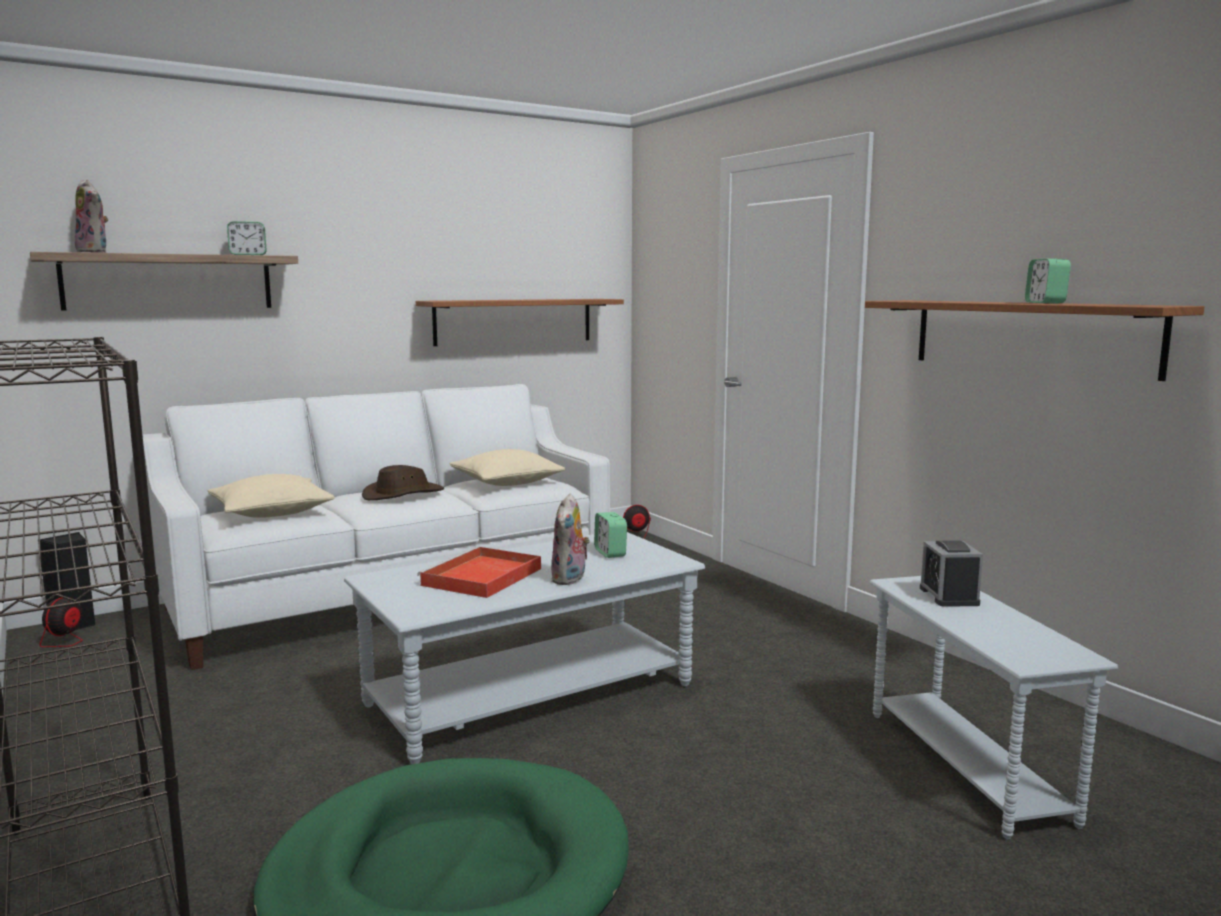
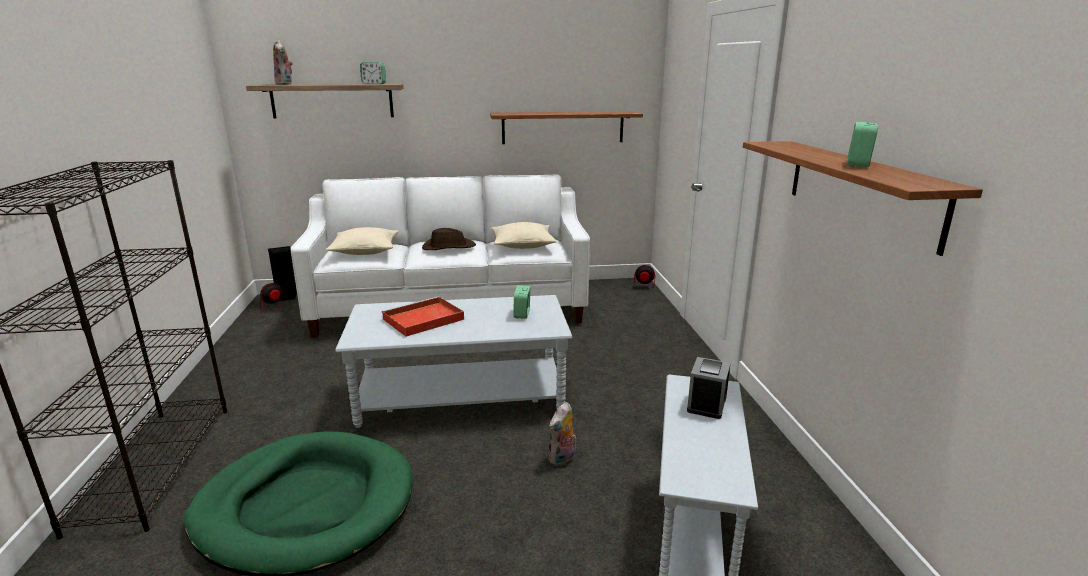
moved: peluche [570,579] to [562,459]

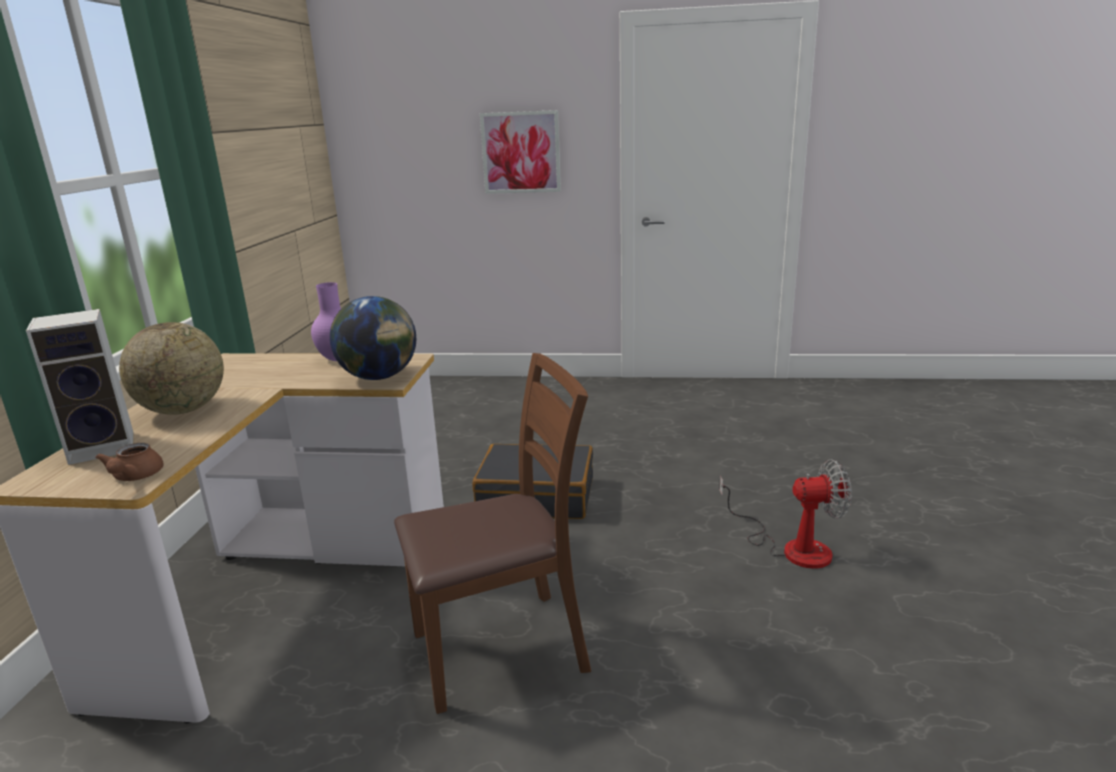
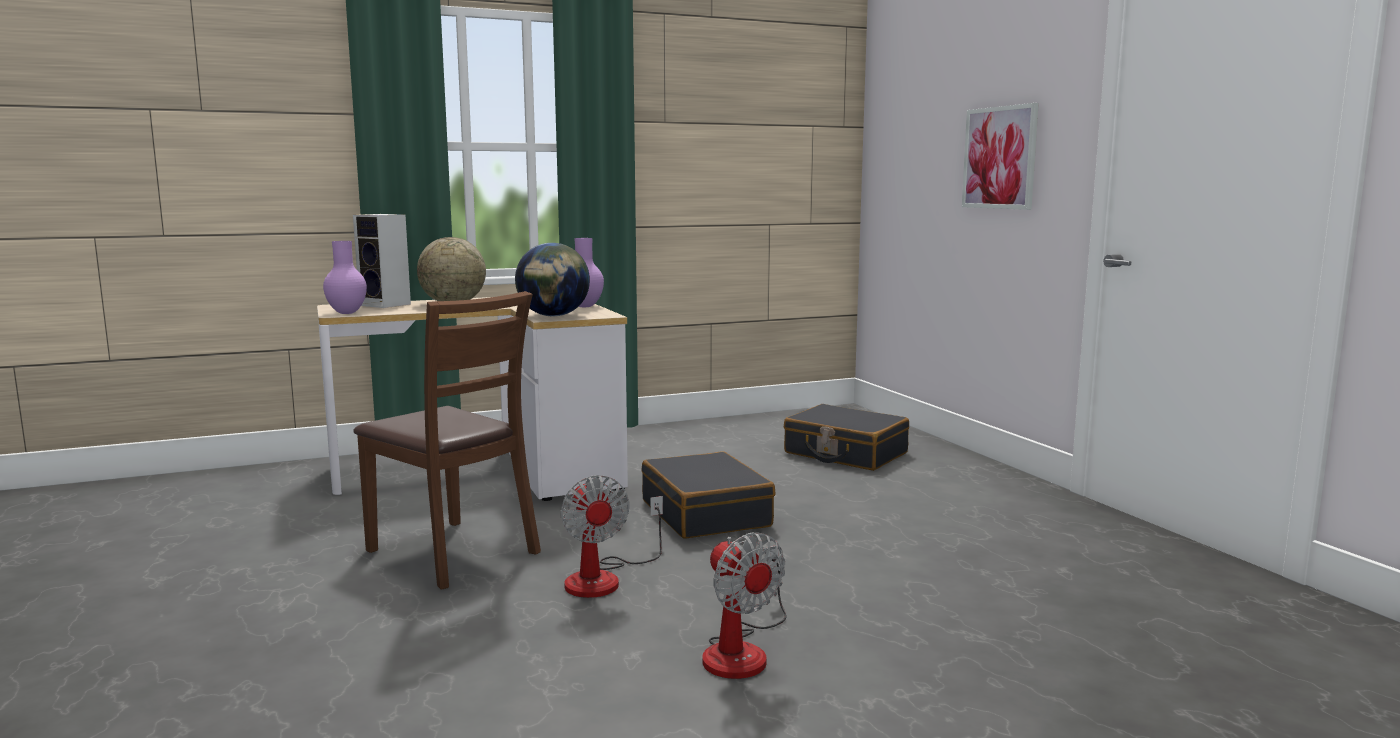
added: ventilador [604,578]; maleta/negro [845,453]
replaced: tetera/marrón [134,477] to florero/morado [346,313]

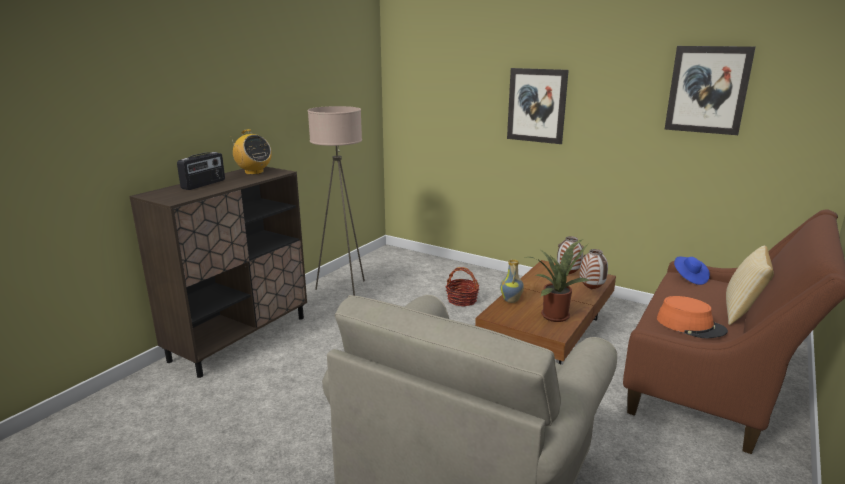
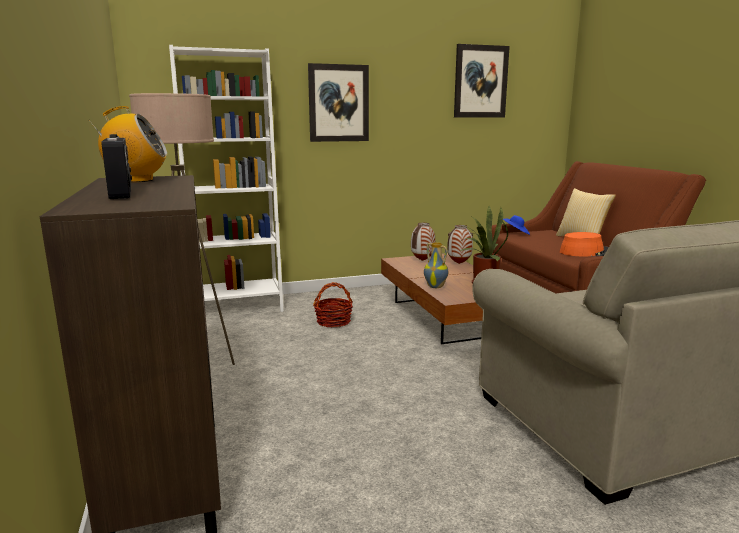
added: estantería/blanco [237,307]

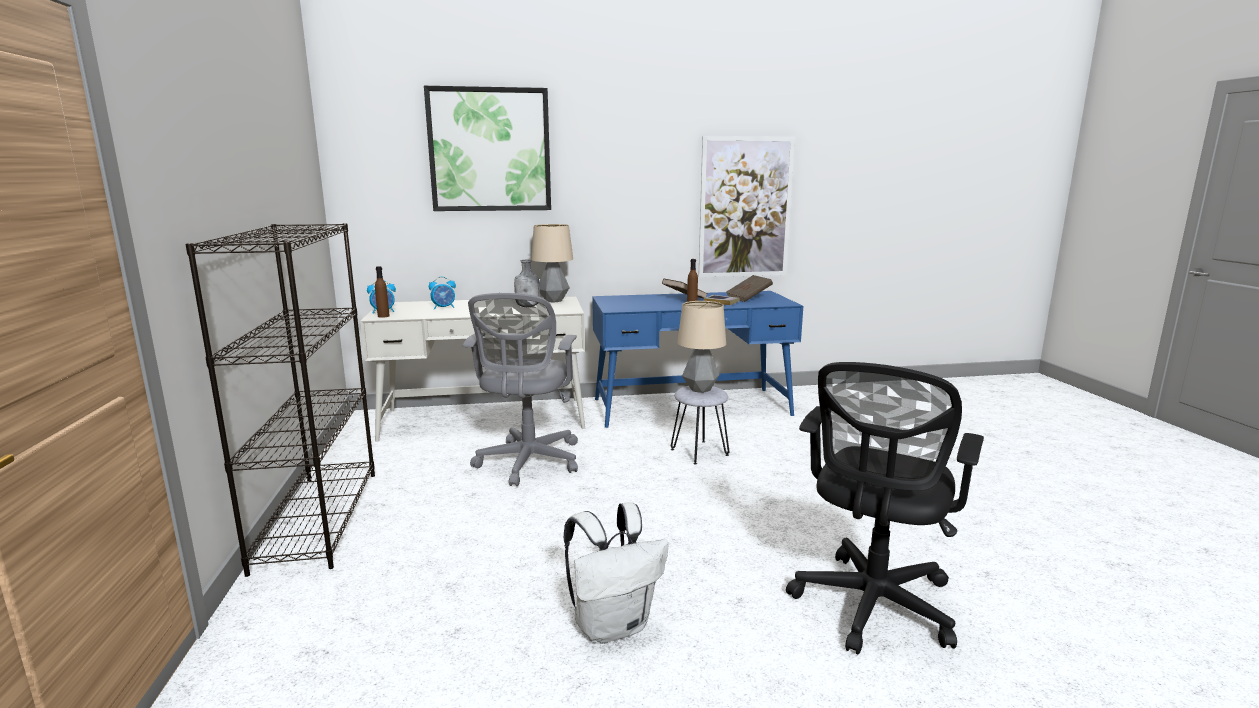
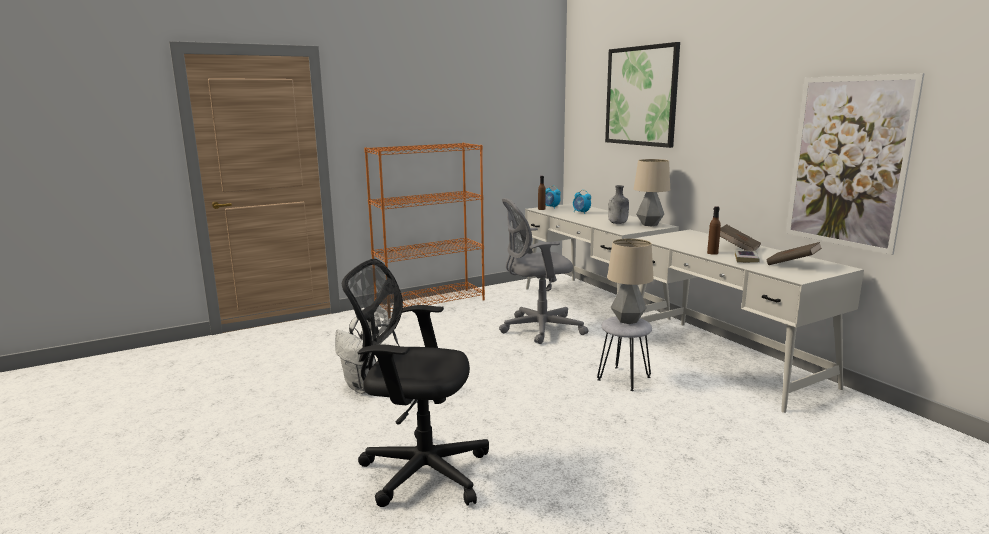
recoloured: estantería/negro [318,518] to estantería/naranja [431,303]; escritorio/azul [691,407] to escritorio/blanco [725,361]

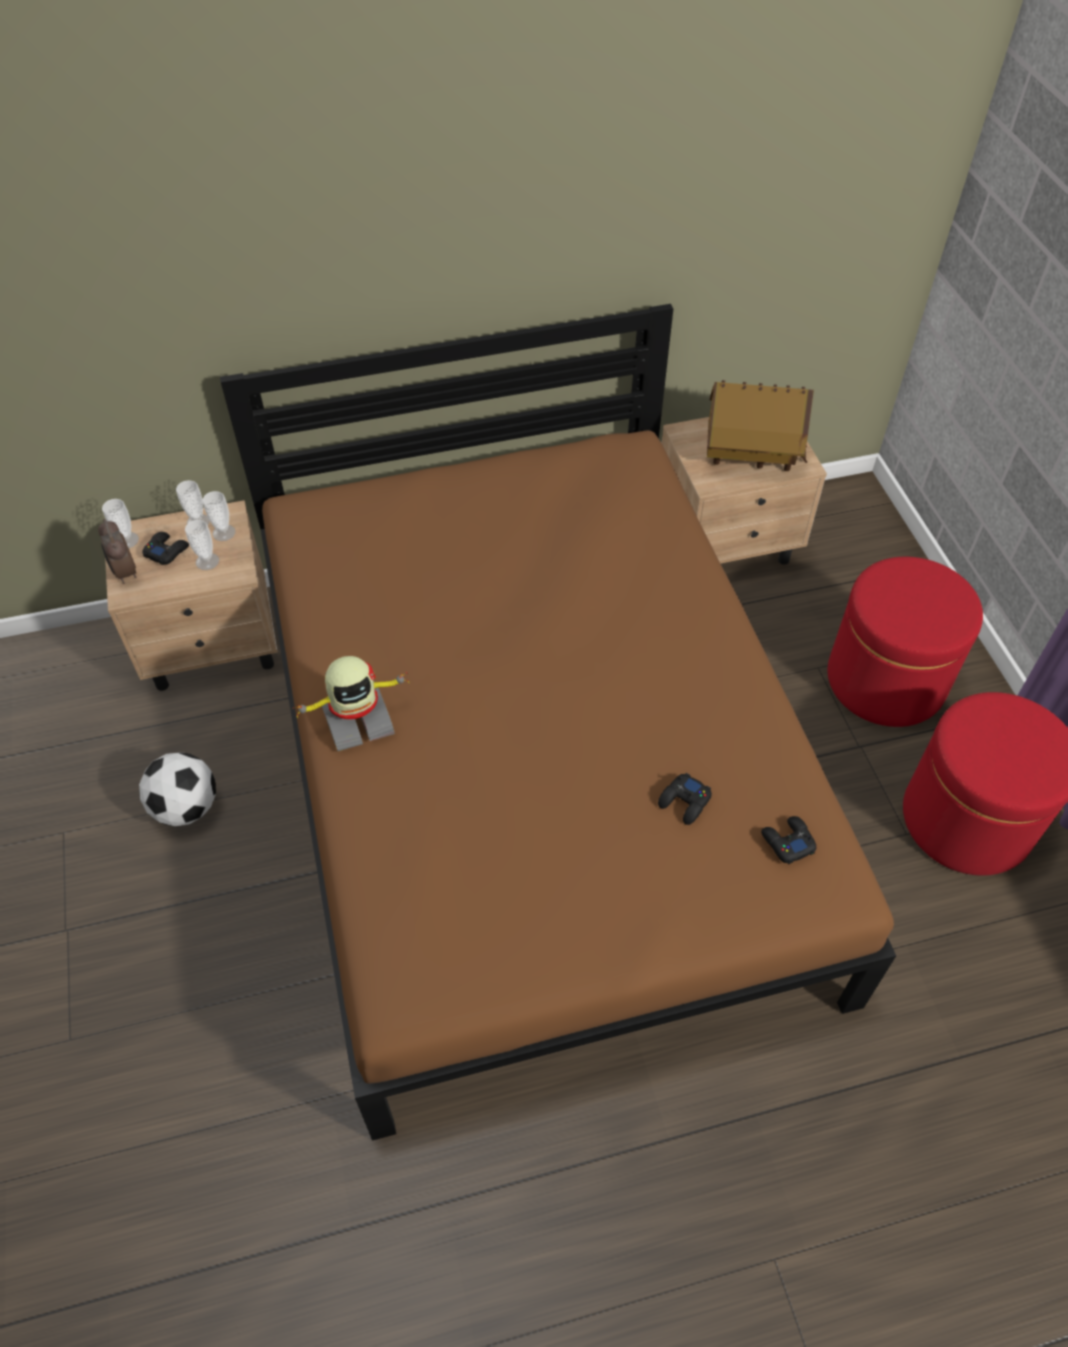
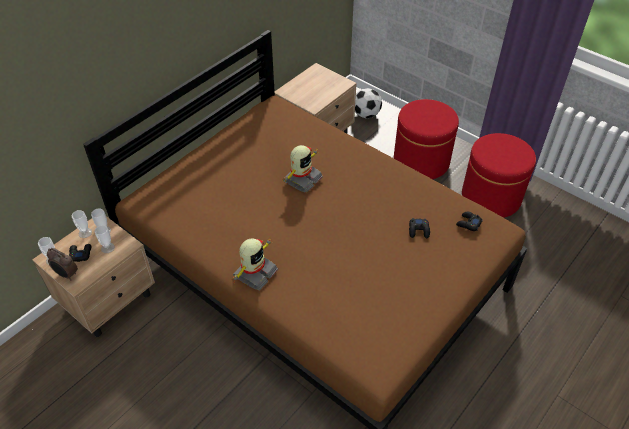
removed: casita [751,457]
added: robot de juguete [302,179]
moved: balón de fútbol [186,807] to [366,114]

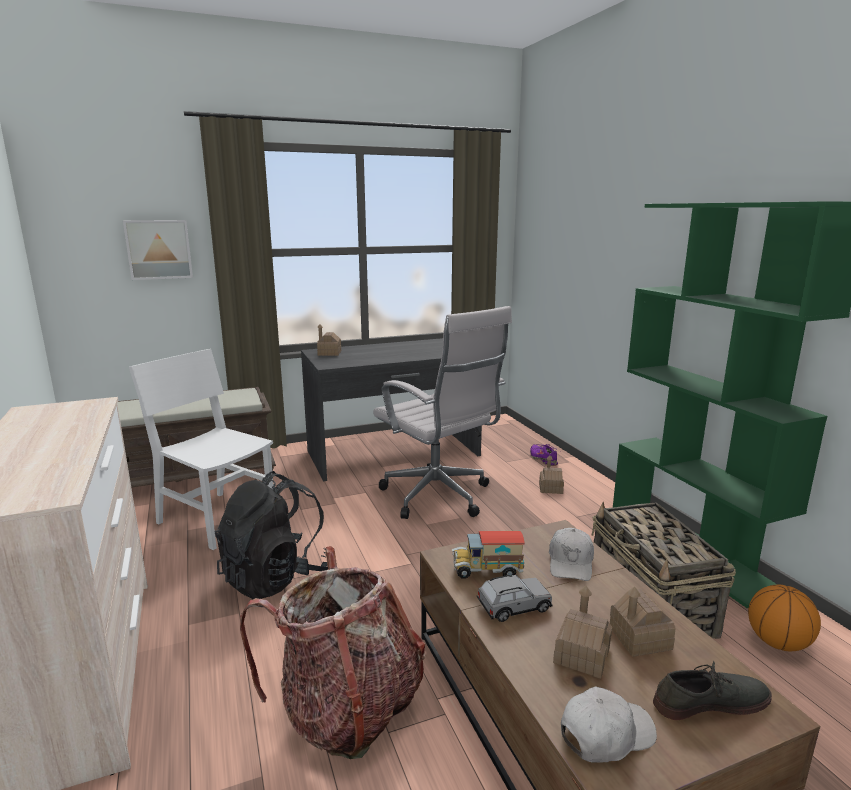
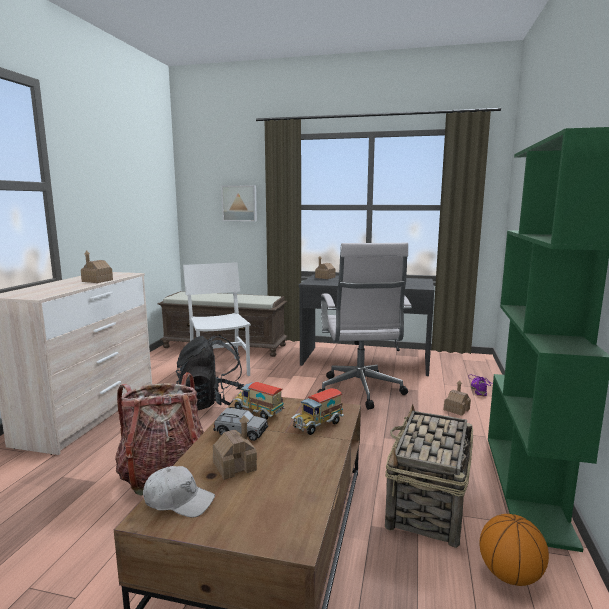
removed: zapato/gris [710,701]
moved: casita [639,638] to [97,281]
replaced: gorra/blanco [571,562] to camión de juguete [317,425]

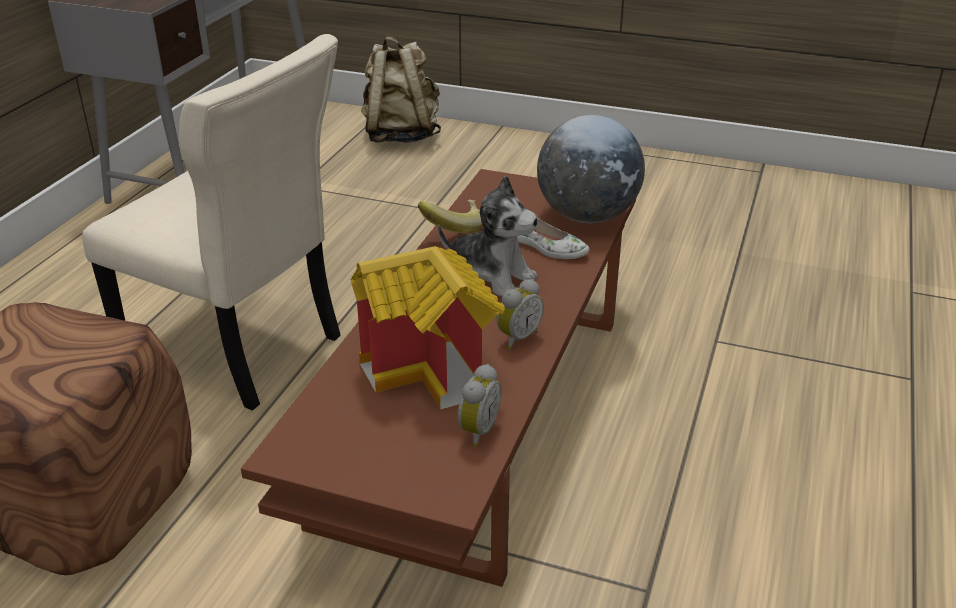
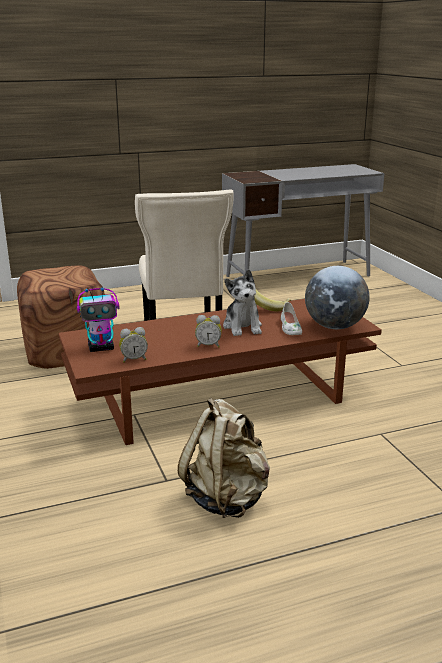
removed: casita [433,370]
added: robot de juguete [101,348]
moved: mochila/beis [401,136] to [227,498]

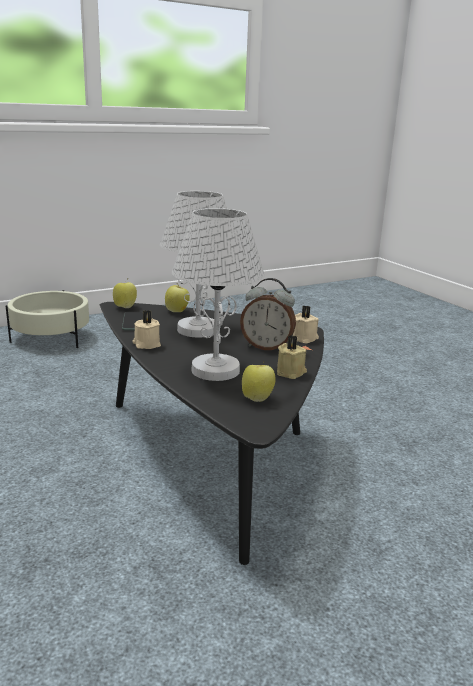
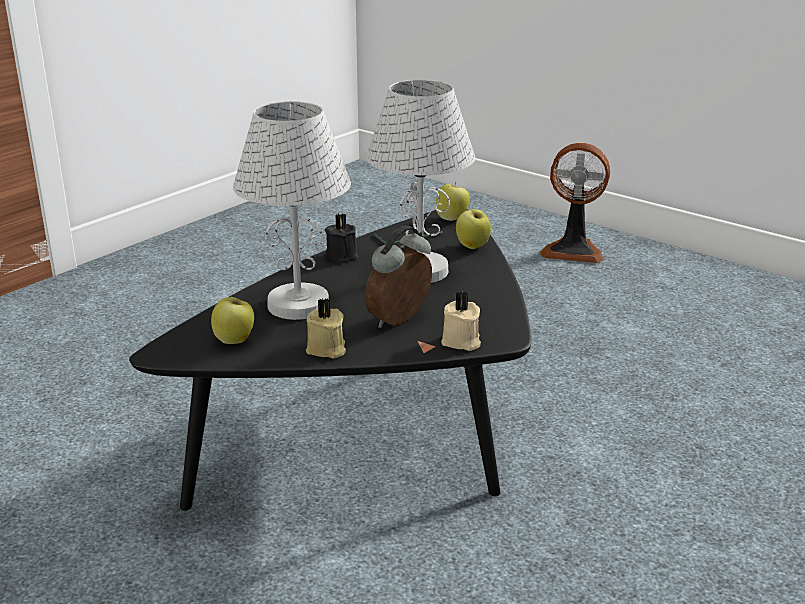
replaced: maceta/beis [51,338] to ventilador [573,250]
recoloured: vela/beis [146,344] to vela/negro [342,255]
turned: despertador [266,347] = [401,321] 45 degrees clockwise

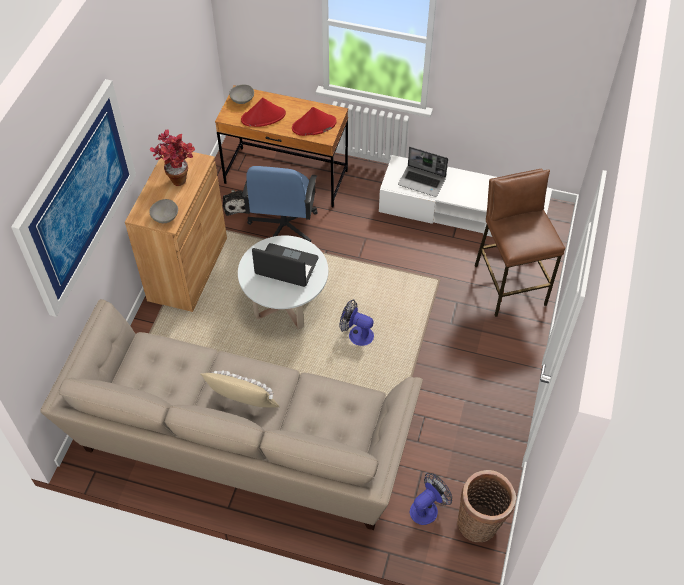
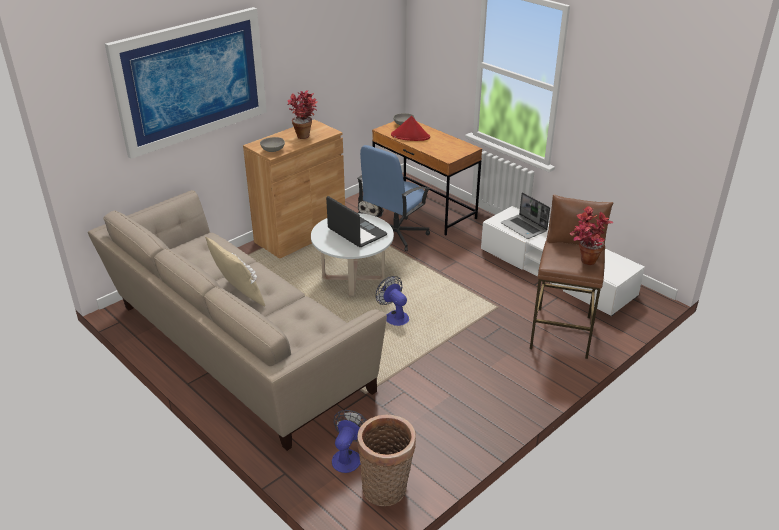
removed: sombrero/rojo [314,125]
added: planta en maceta [583,263]
turned: ventilador [427,508] = [348,456] 60 degrees counterclockwise

